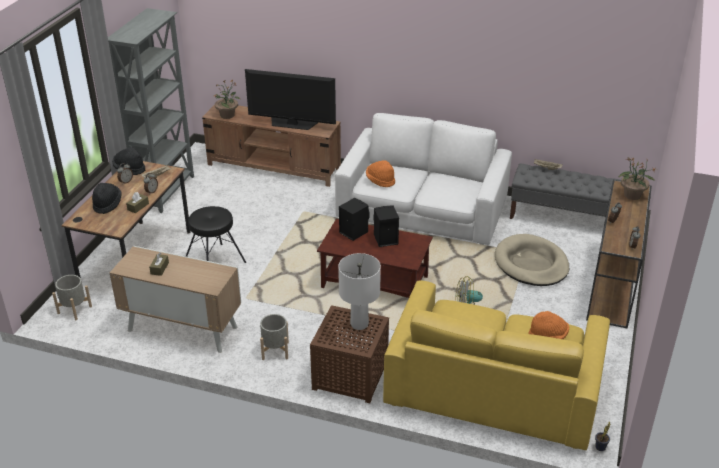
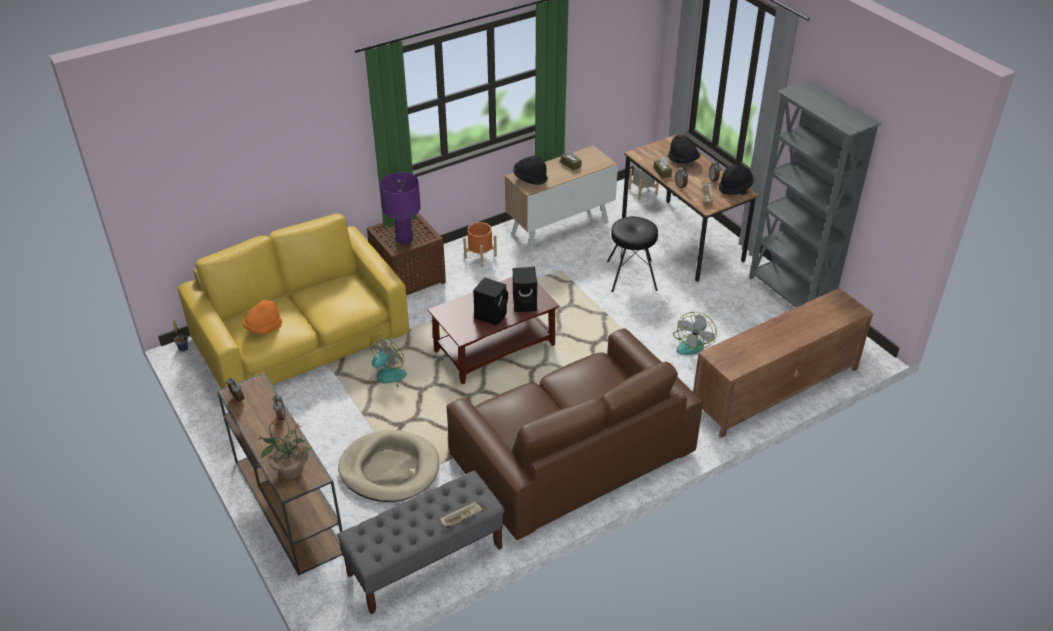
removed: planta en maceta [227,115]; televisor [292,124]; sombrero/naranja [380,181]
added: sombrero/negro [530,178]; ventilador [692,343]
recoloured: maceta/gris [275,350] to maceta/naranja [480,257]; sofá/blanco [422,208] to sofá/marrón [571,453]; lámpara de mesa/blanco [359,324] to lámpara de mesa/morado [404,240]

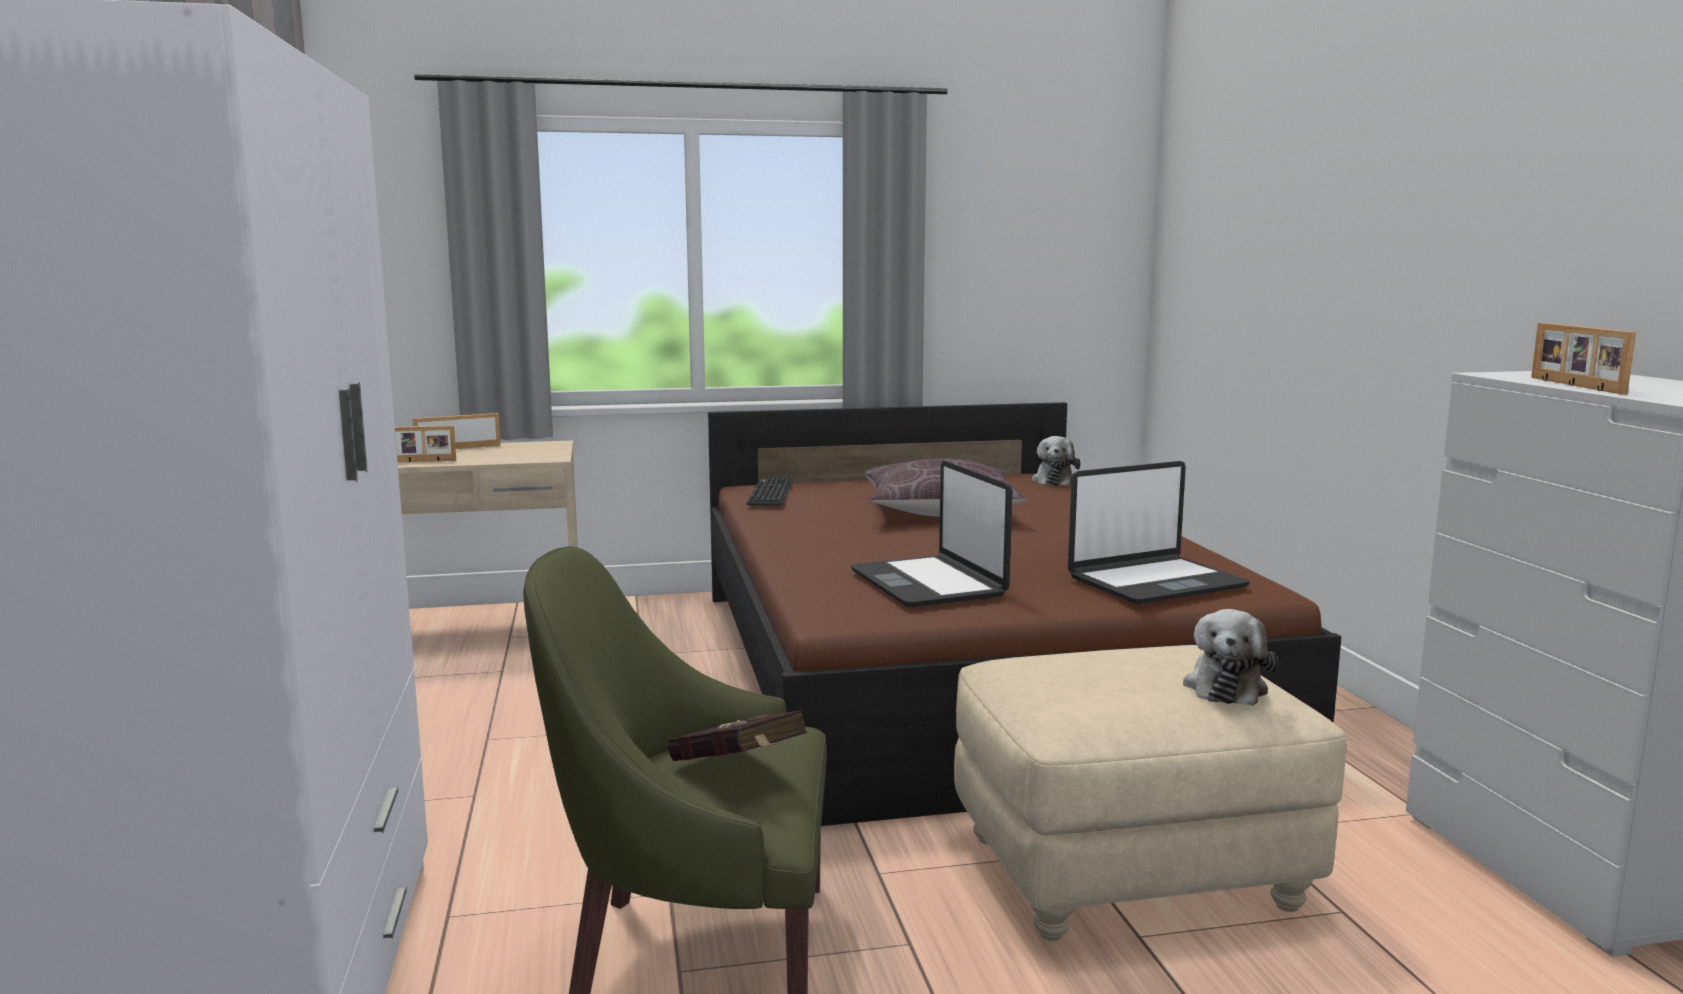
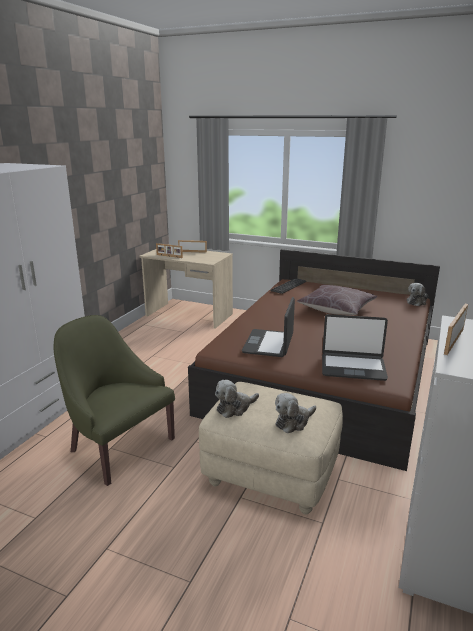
removed: libro/rojo [739,771]
added: peluche [235,408]

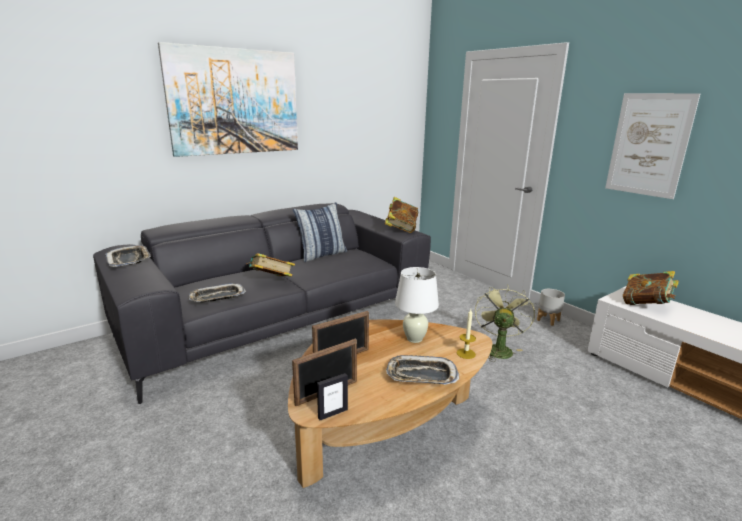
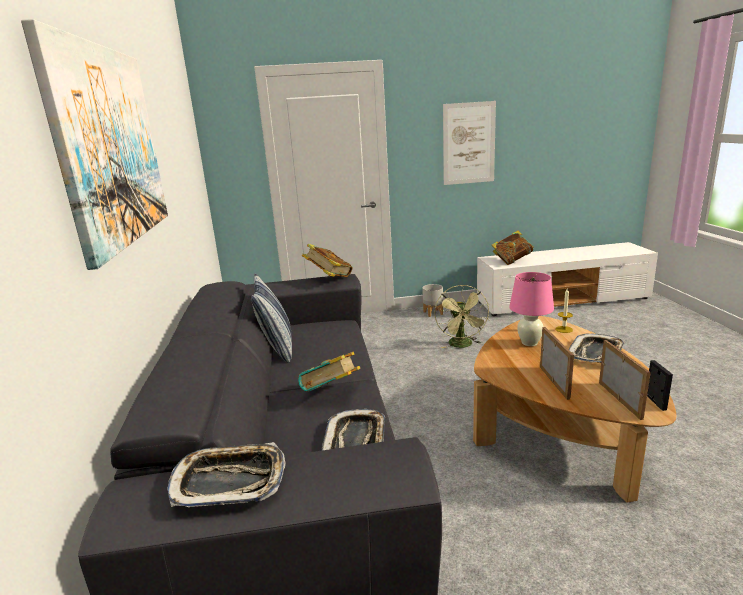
recoloured: lámpara de mesa/blanco [414,338] to lámpara de mesa/rosa [529,343]
turned: ventilador/verde [498,349] = [462,345] 135 degrees counterclockwise

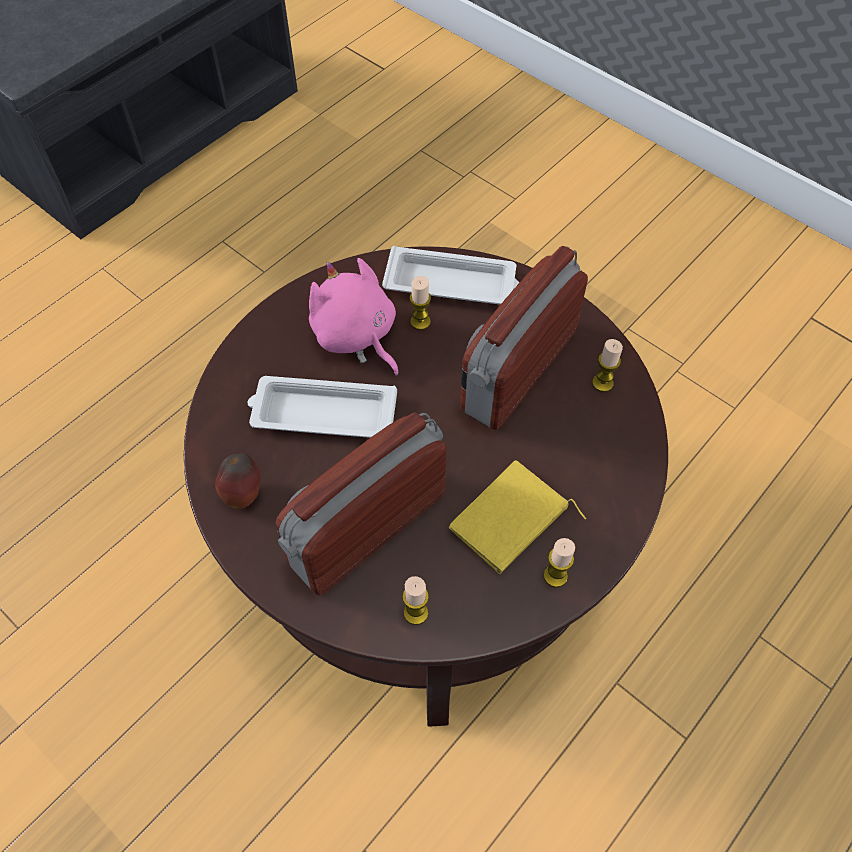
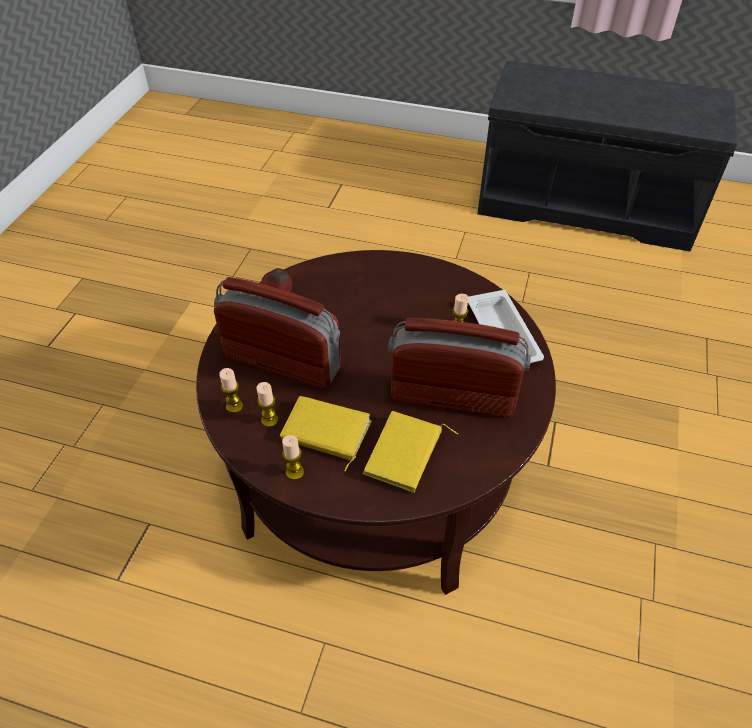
removed: bandeja/blanco [321,413]; peluche/rosa [356,336]
added: libro/amarillo [405,455]
moved: vela [602,383] to [269,420]

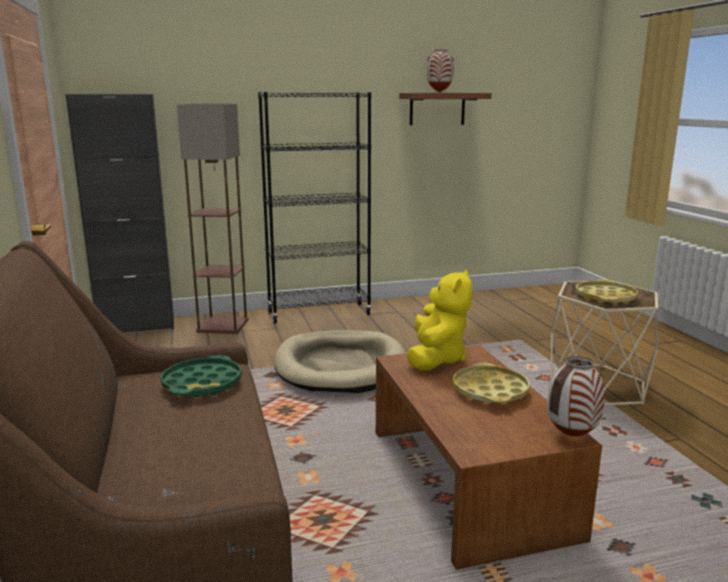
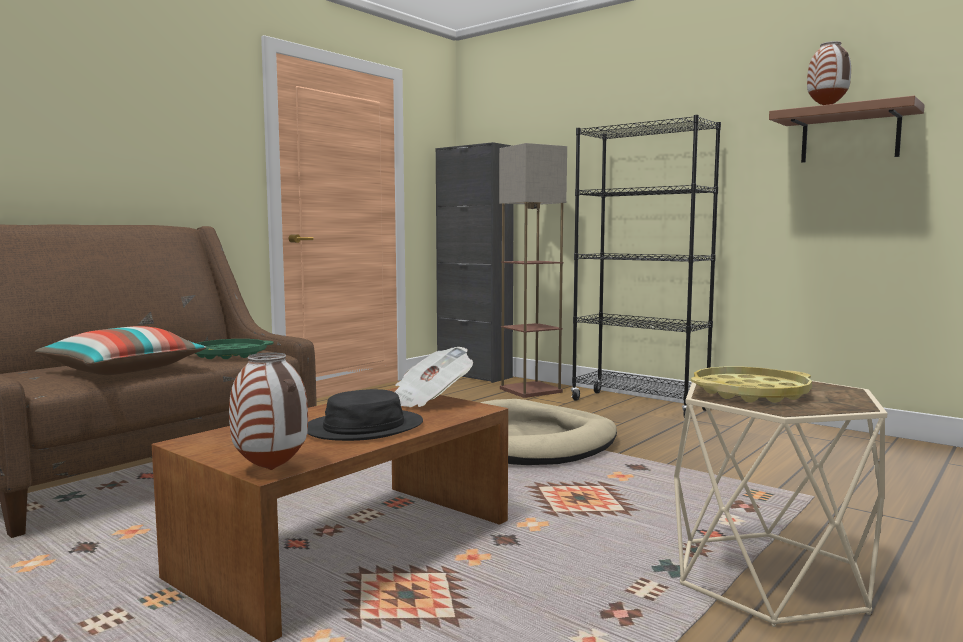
added: cojín [123,370]
replaced: peluche/amarillo [436,359] to periódico [427,401]; bandeja/amarillo [490,391] to sombrero/negro [364,427]

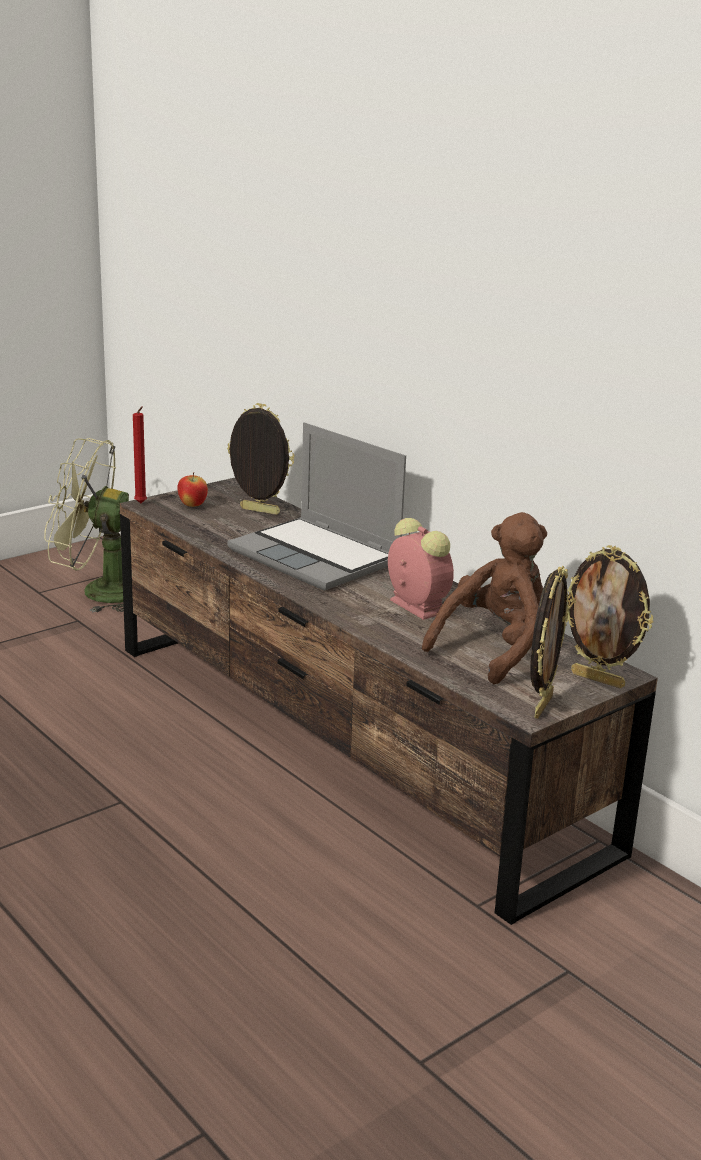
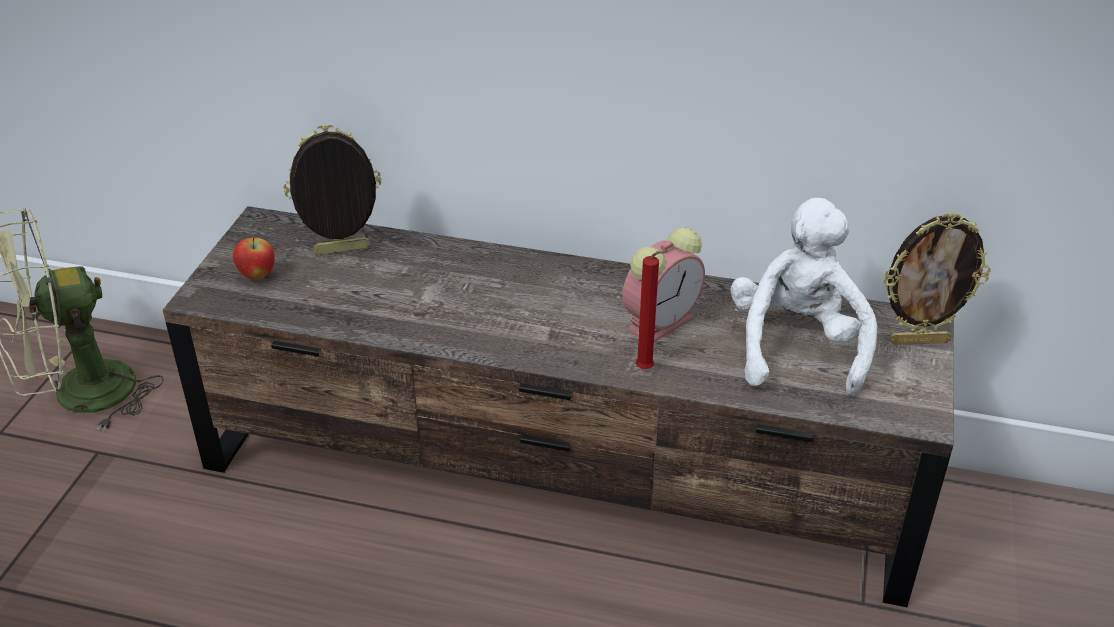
removed: portátil [317,557]; portarretratos [541,706]
moved: vela/rojo [141,504] to [647,370]
recoloured: peluche/marrón [494,649] to peluche/blanco [796,346]
turned: despertador [415,606] = [662,322] 120 degrees clockwise

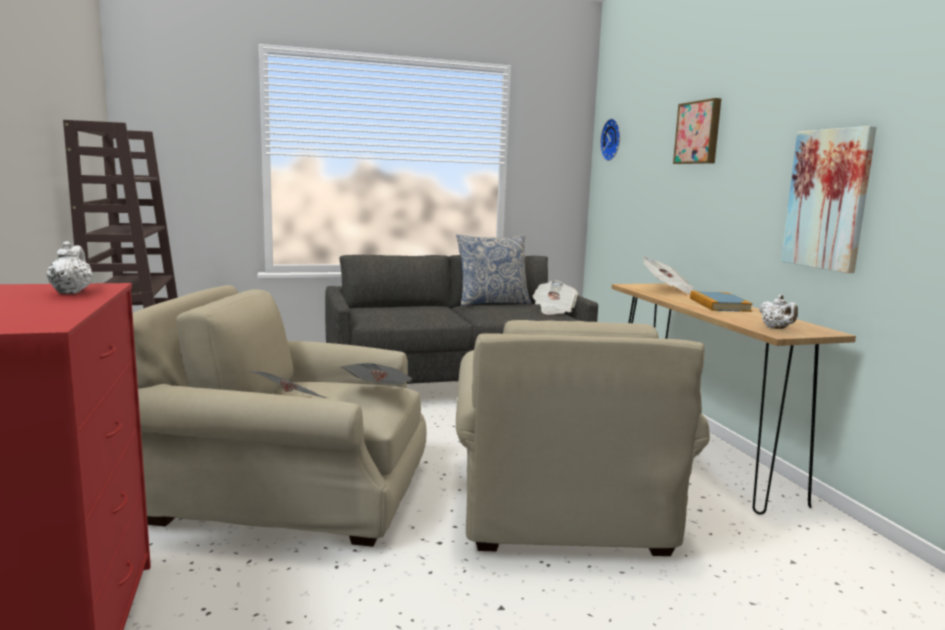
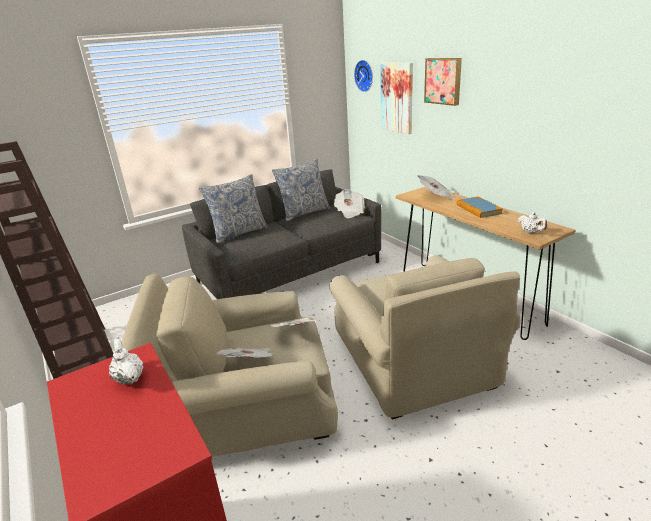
added: cojín [239,233]
moved: cuadro [828,199] to [397,97]

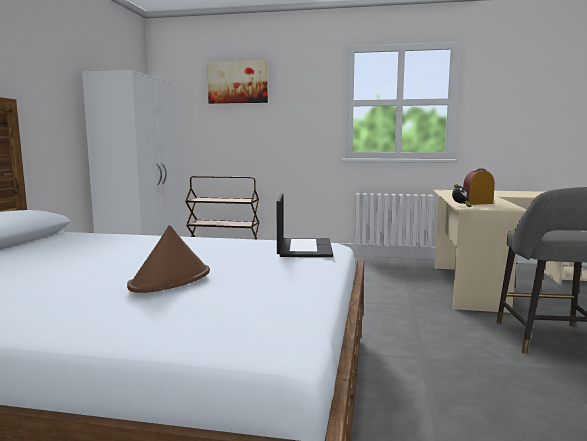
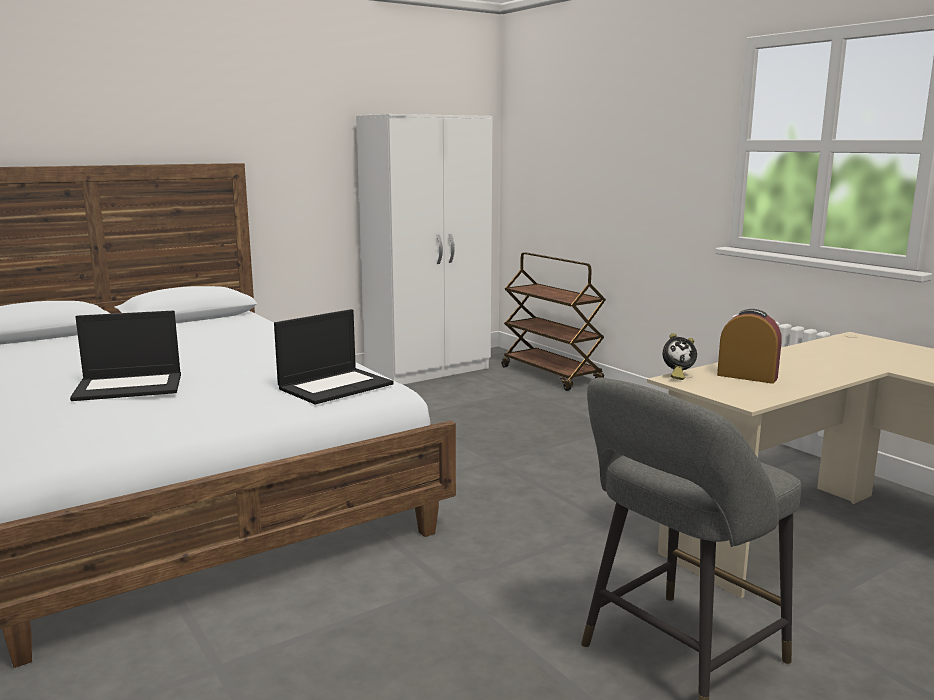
removed: cuadro [238,82]
replaced: sombrero/marrón [171,279] to portátil [130,386]

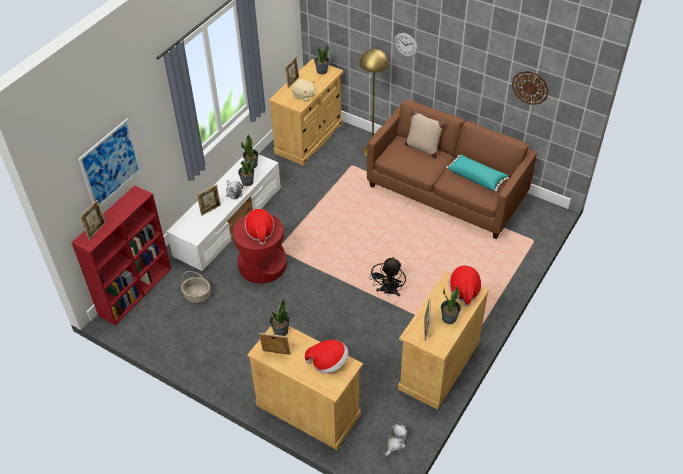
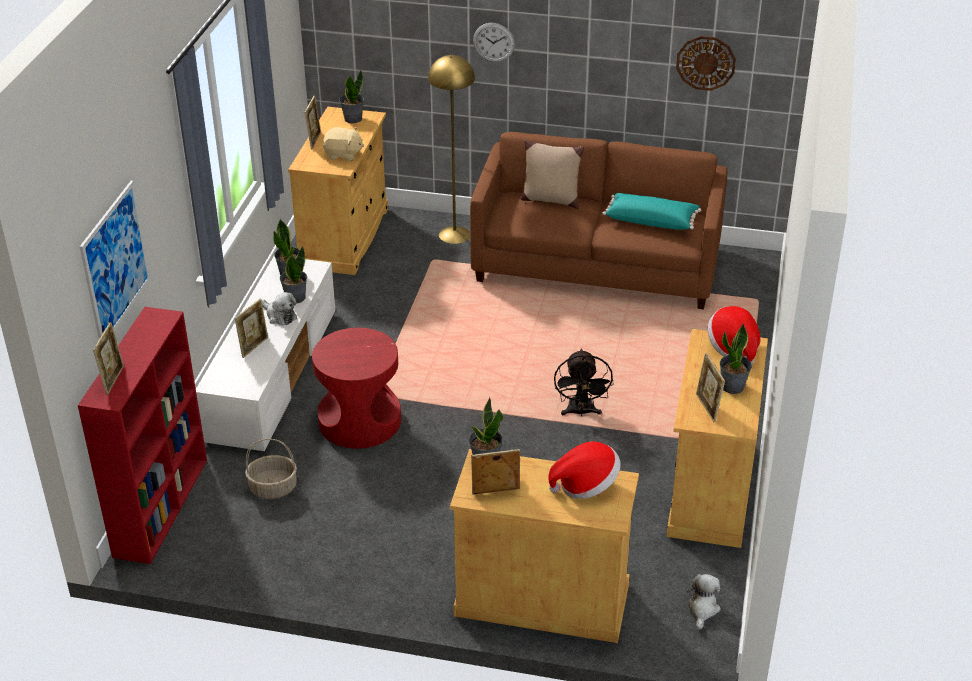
removed: sombrero [260,232]

